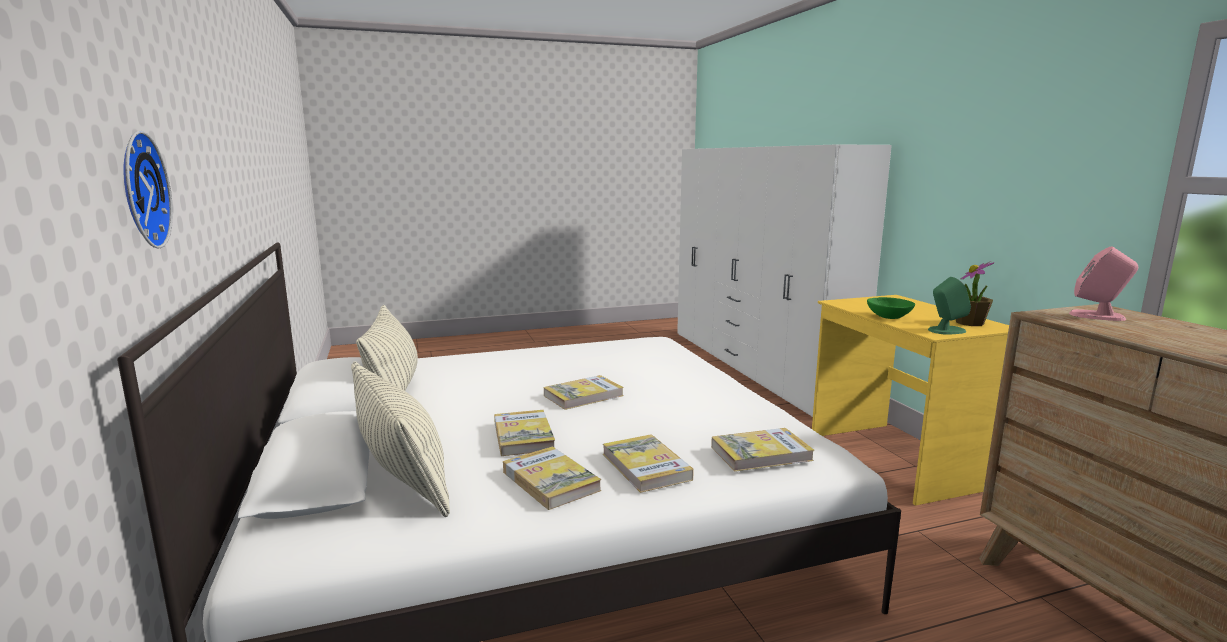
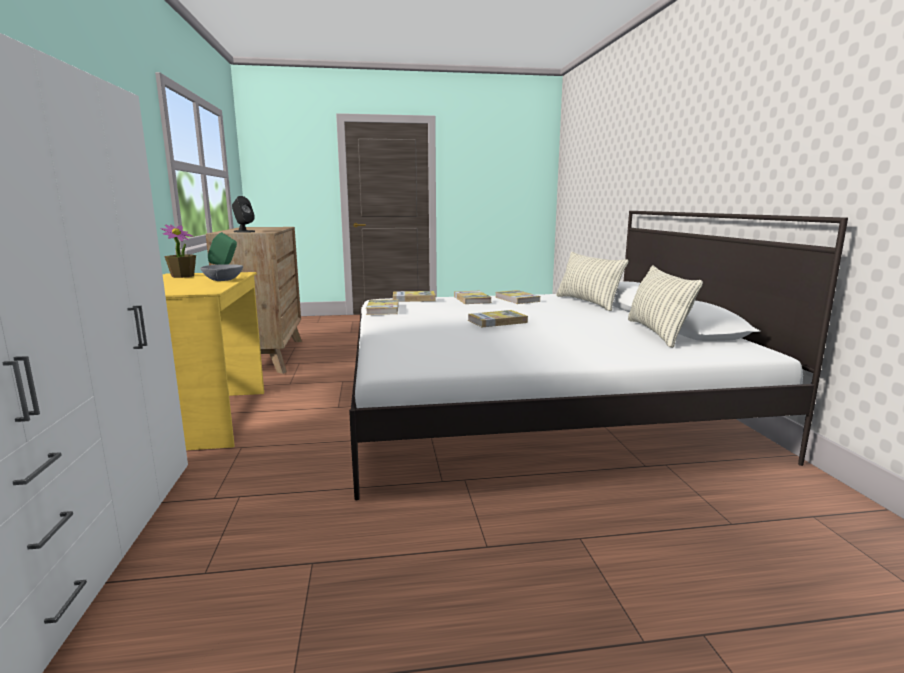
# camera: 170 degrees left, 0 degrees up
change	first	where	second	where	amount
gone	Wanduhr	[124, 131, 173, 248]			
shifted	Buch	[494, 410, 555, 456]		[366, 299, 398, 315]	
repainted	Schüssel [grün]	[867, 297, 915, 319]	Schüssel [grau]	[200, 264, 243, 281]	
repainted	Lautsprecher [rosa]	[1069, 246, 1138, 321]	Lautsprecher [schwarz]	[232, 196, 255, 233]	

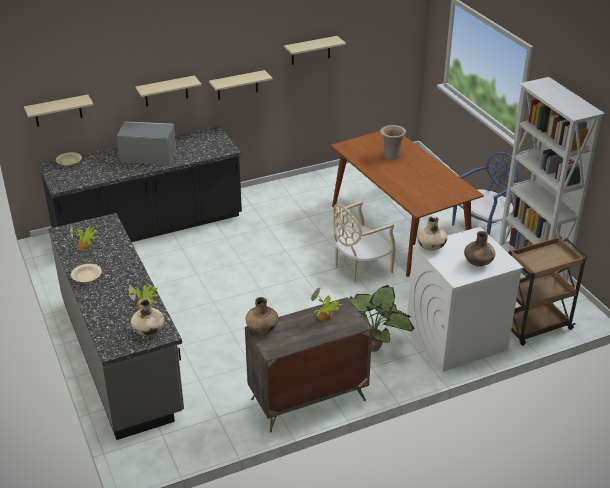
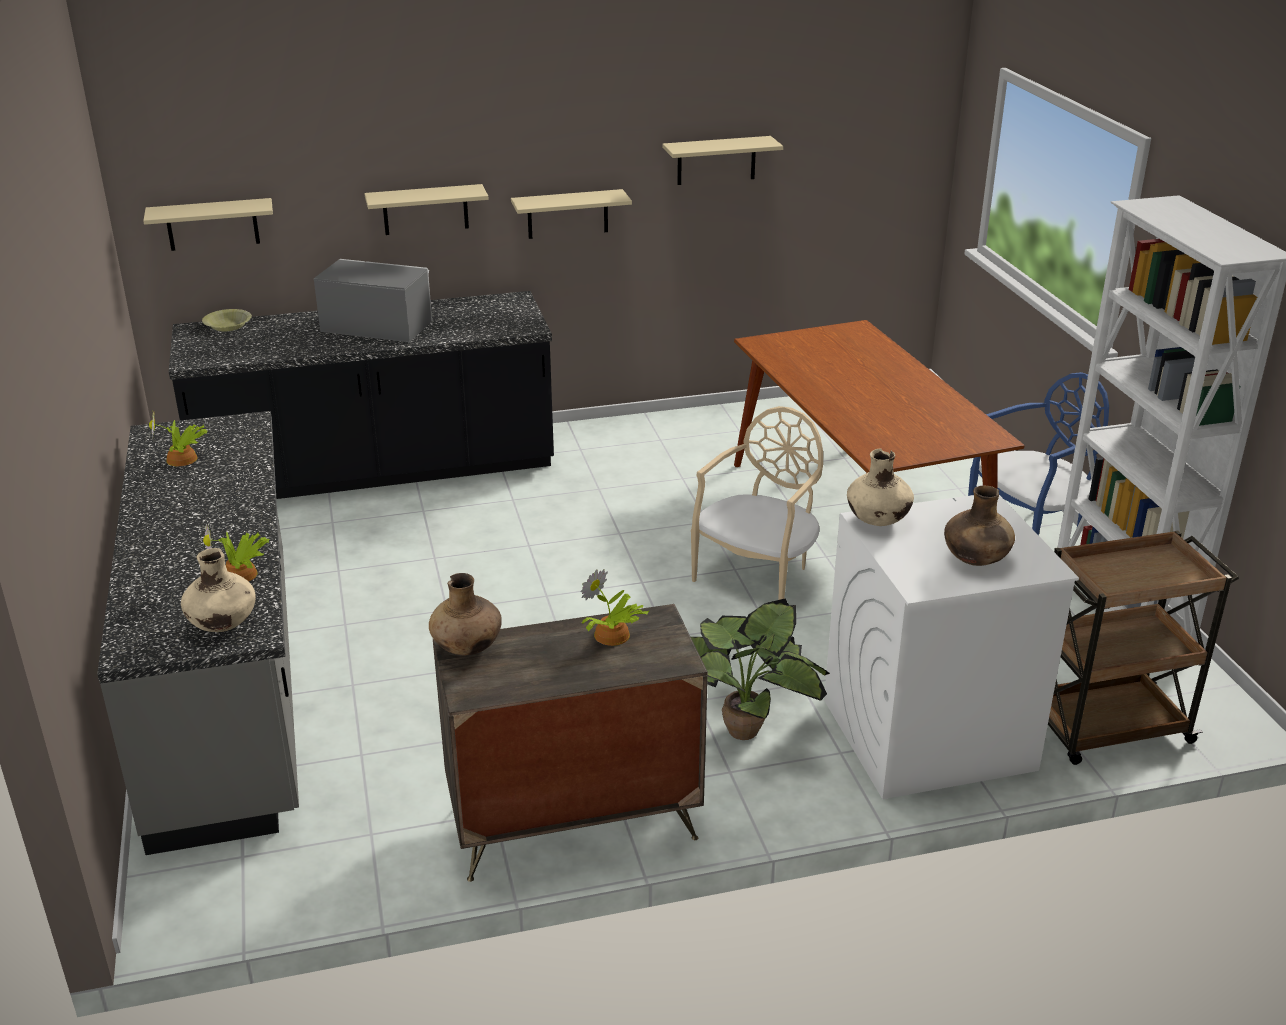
# camera: 10 degrees right, 5 degrees down
change	first	where	second	where	amount
gone	Schüssel [beige]	[71, 264, 102, 283]			
gone	Vase [beige]	[380, 125, 406, 160]			
rotated	Stuhl [beige]	[333, 201, 396, 283]		[691, 406, 823, 600]	150 degrees clockwise

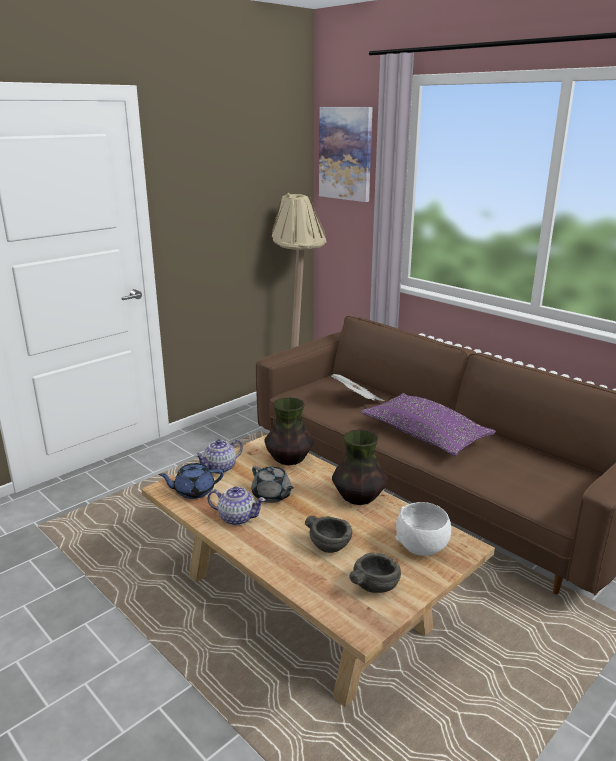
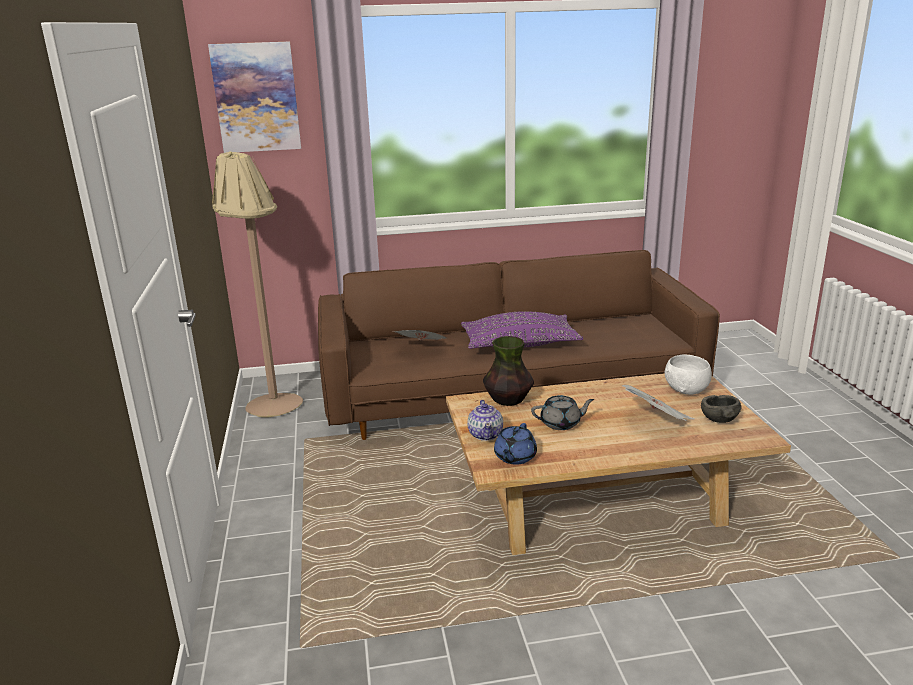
# camera: 55 degrees left, 0 degrees up
change	first	where	second	where	amount
gone	Teekanne	[207, 487, 266, 525]			
gone	Vase	[332, 429, 387, 505]			
swapped	Schüssel [grau]	[305, 516, 352, 553]	Zeitung	[622, 385, 694, 421]	

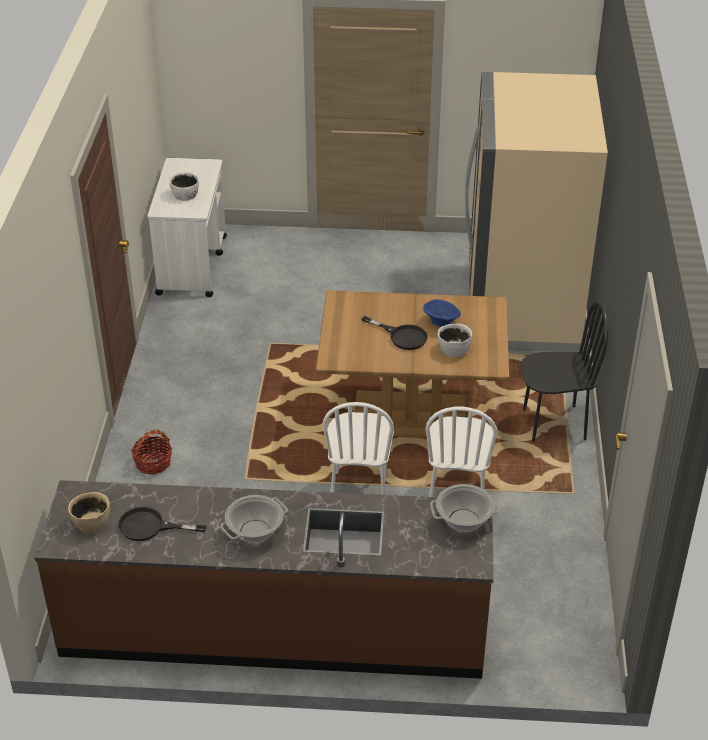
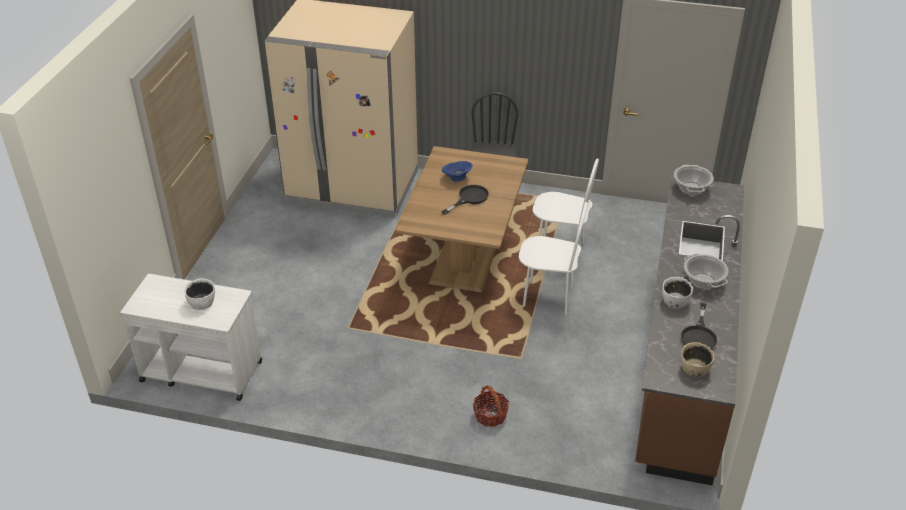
# camera: 80 degrees left, 0 degrees up
change	first	where	second	where	amount
shifted	Schüssel [weiß]	[438, 324, 472, 357]		[662, 277, 693, 309]	

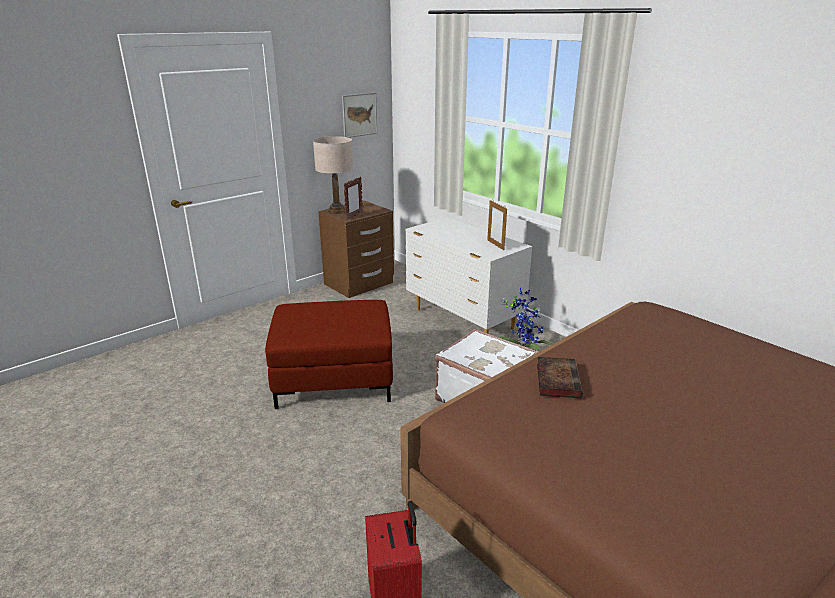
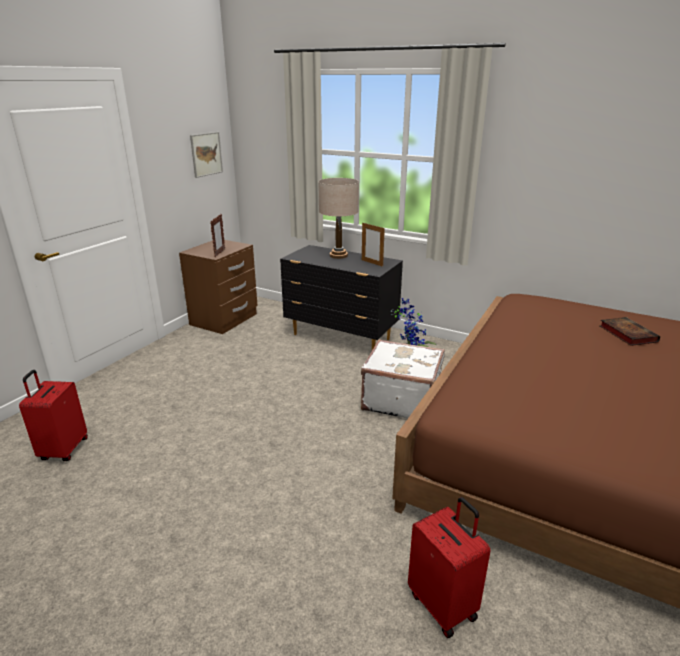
# camera: 20 degrees left, 0 degrees up
change	first	where	second	where	amount
gone	Polsterhocker [rot]	[265, 300, 393, 409]			
new			Koffer [rot]	[19, 370, 88, 461]	
shifted	Tischlampe [beige]	[313, 136, 353, 214]		[318, 178, 359, 259]	
shifted	Buch	[537, 357, 583, 398]		[600, 317, 660, 346]	
repainted	Kommode [weiß]	[406, 217, 532, 333]	Kommode [schwarz]	[280, 245, 403, 350]	

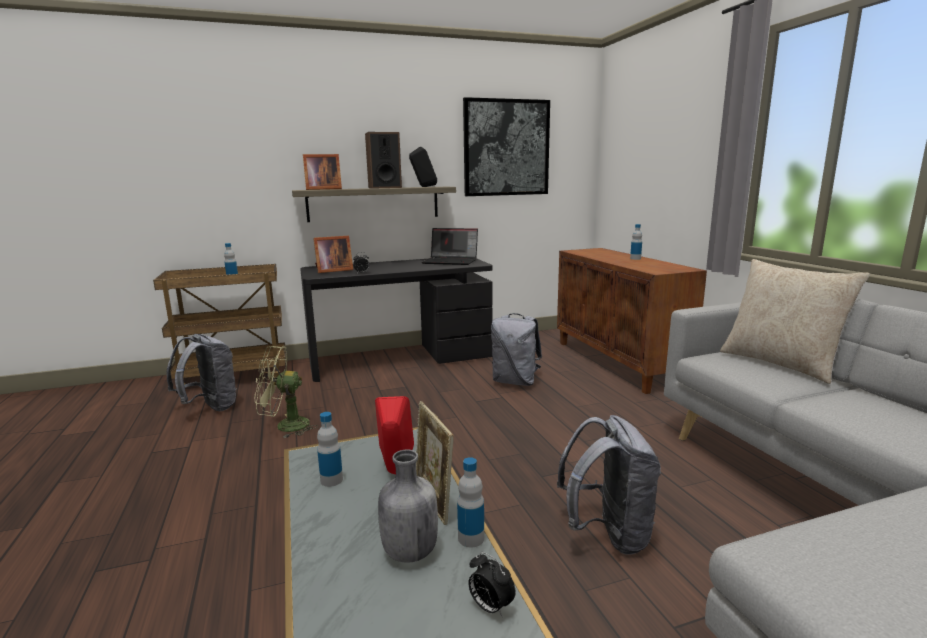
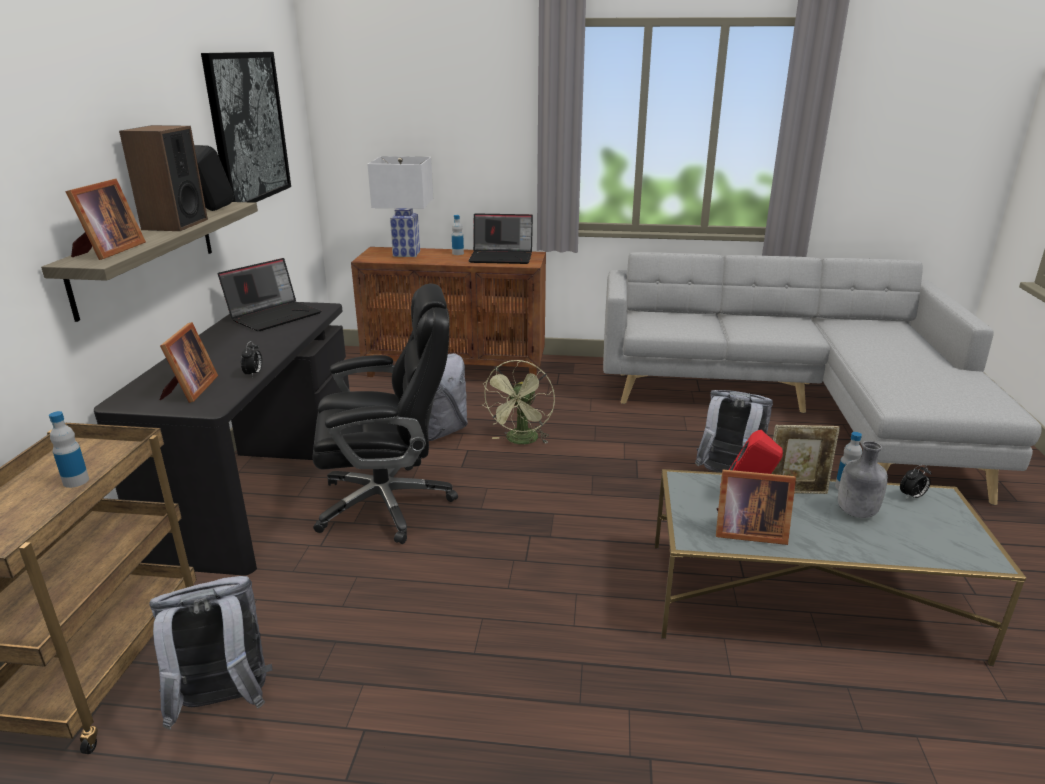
# camera: 65 degrees left, 10 degrees up
change	first	where	second	where	amount
gone	Kissen [beige]	[720, 259, 870, 384]			
new			Bürostuhl [schwarz]	[312, 284, 458, 544]	
new			Tischlampe [weiß]	[367, 156, 433, 257]	
new			Laptop	[468, 213, 533, 264]	
shifted	Ventilator [grün]	[255, 346, 318, 438]		[483, 360, 555, 444]	
swapped	Flasche	[317, 412, 343, 487]	Bilderrahmen	[716, 469, 796, 545]	

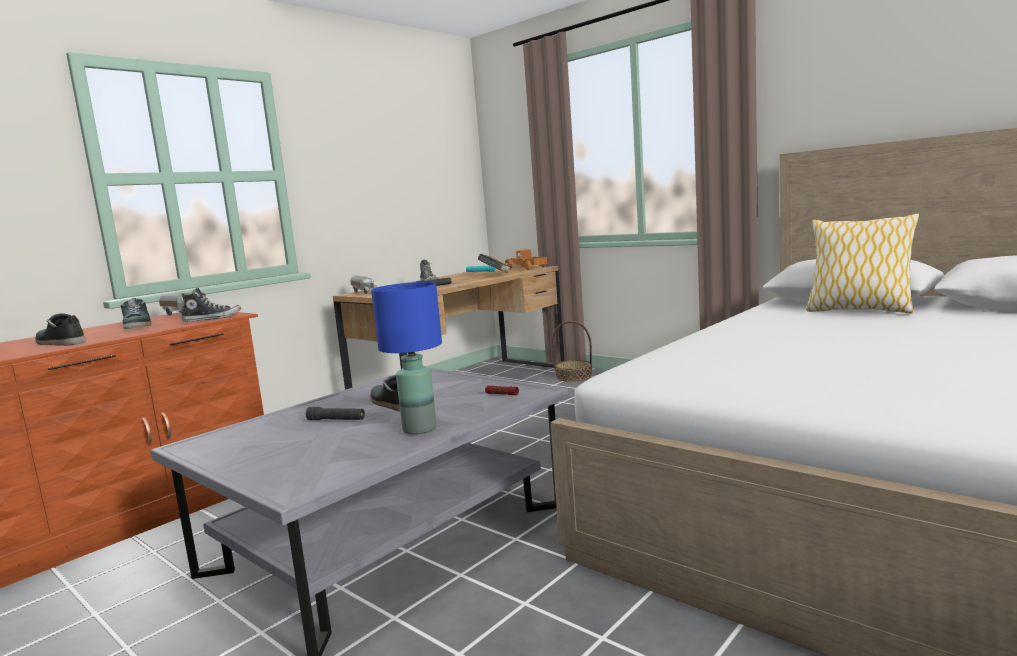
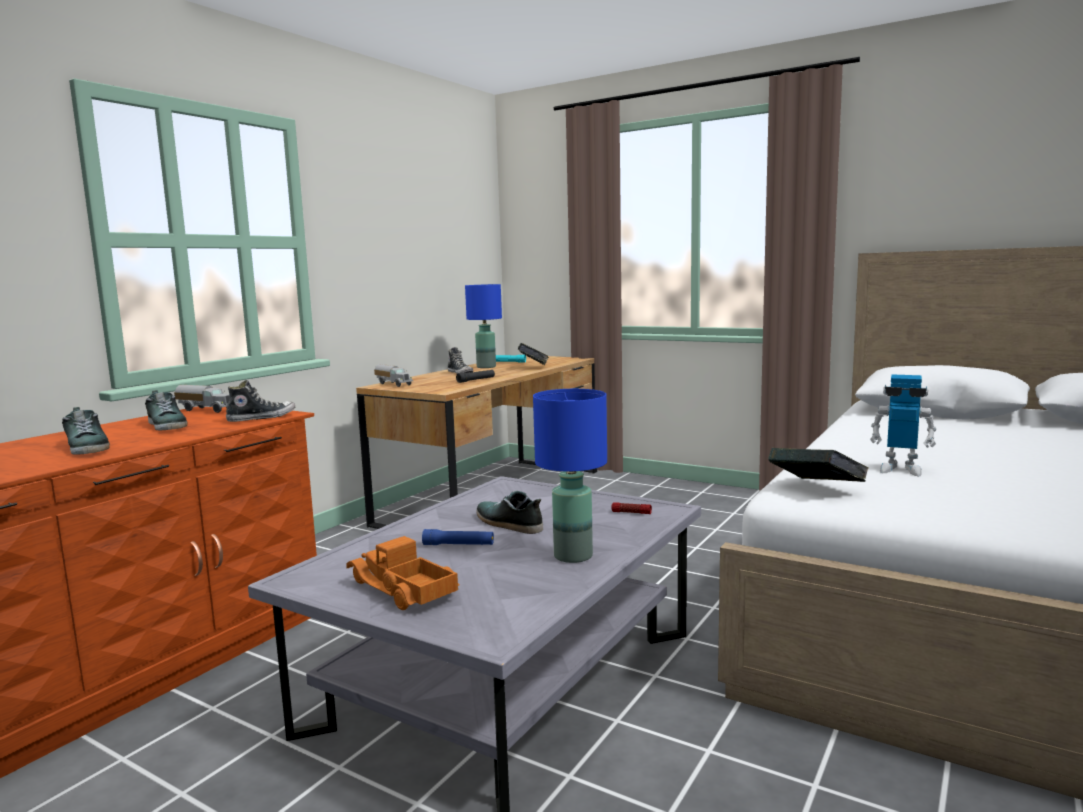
# camera: 10 degrees left, 0 degrees up
change	first	where	second	where	amount
gone	Korb	[552, 321, 592, 382]			
gone	Kissen	[806, 214, 919, 314]			
new			Tischlampe [blau]	[465, 284, 502, 368]	
new			Buch	[768, 448, 869, 482]	
new			Spielzeugroboter	[870, 374, 937, 476]	
shifted	Spielzeuglaster	[505, 249, 547, 270]		[346, 536, 460, 610]	
repainted	Taschenlampe [schwarz]	[306, 407, 365, 420]	Taschenlampe [blau]	[422, 529, 494, 545]	
rotated	Schuh	[35, 313, 86, 346]		[62, 407, 110, 455]	150 degrees counterclockwise

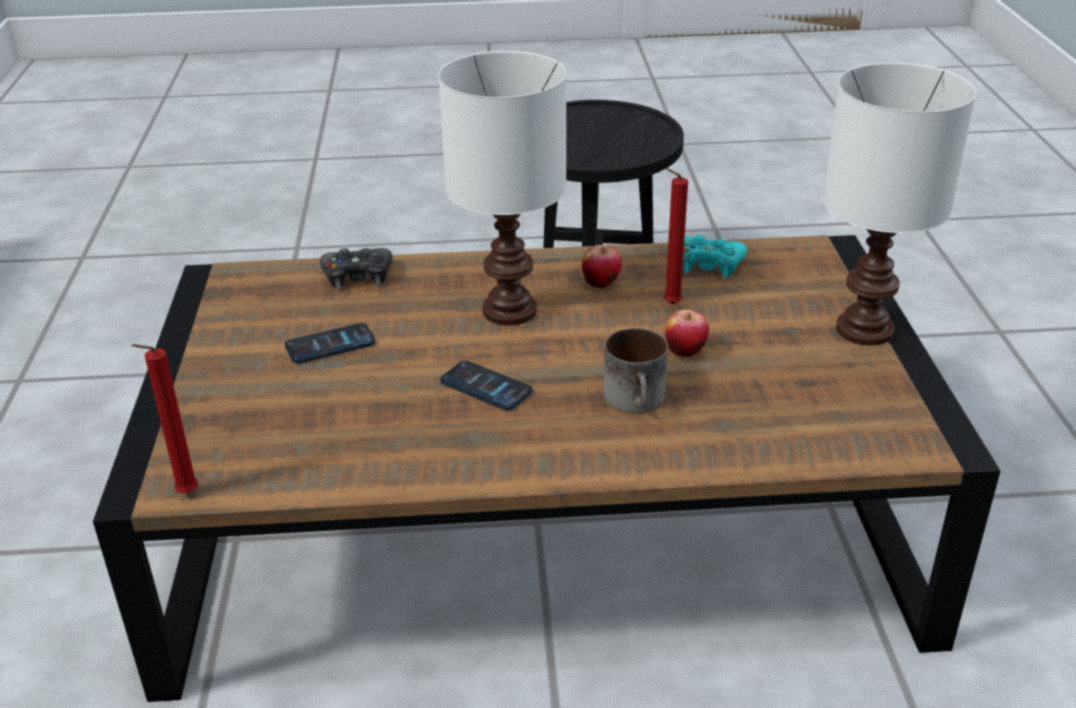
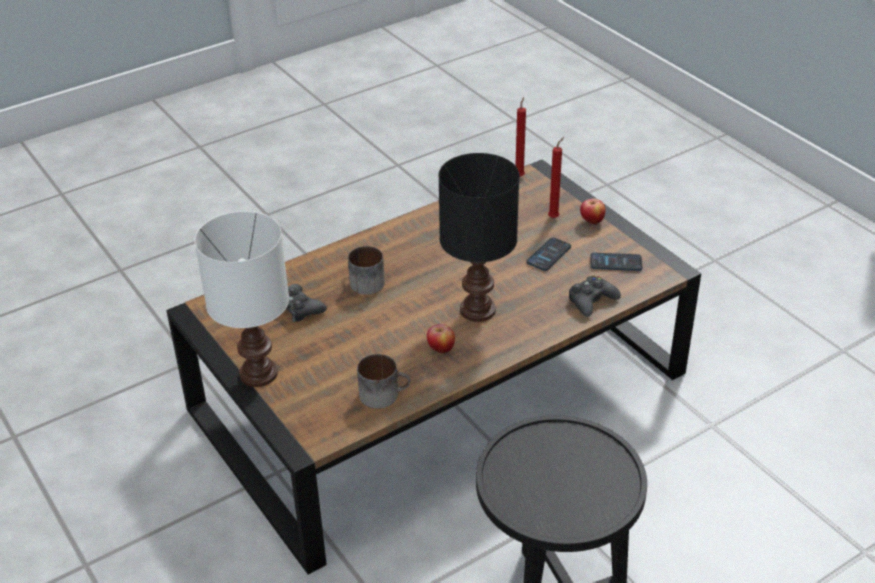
# camera: 150 degrees right, 5 degrees up
change	first	where	second	where	amount
new			Gamepad [schwarz]	[286, 284, 327, 322]	
shifted	Handy	[440, 361, 533, 410]		[590, 253, 642, 271]	
shifted	Kerze [rot]	[664, 168, 688, 304]		[548, 137, 564, 218]	
shifted	Apfel	[665, 309, 709, 358]		[580, 198, 605, 225]	
swapped	Gamepad [türkis]	[682, 235, 747, 278]	Henkelbecher	[357, 354, 411, 409]	
repainted	Tischlampe [weiß]	[438, 51, 567, 325]	Tischlampe [schwarz]	[438, 153, 520, 322]	

